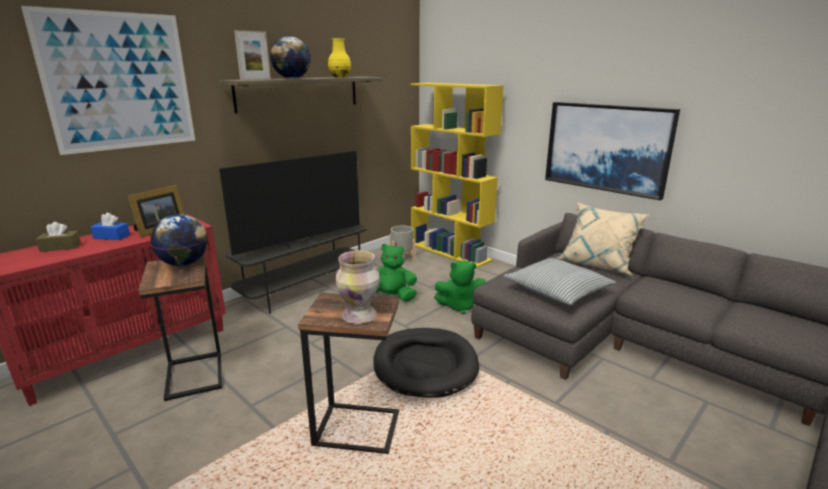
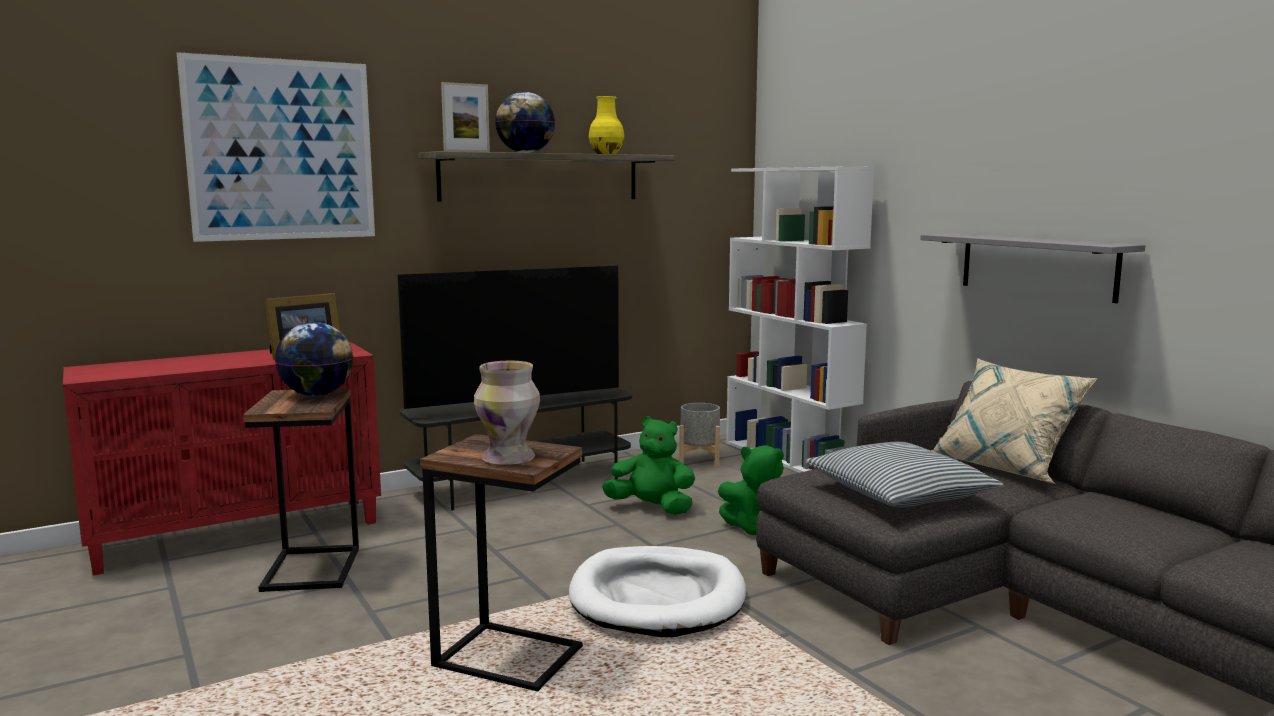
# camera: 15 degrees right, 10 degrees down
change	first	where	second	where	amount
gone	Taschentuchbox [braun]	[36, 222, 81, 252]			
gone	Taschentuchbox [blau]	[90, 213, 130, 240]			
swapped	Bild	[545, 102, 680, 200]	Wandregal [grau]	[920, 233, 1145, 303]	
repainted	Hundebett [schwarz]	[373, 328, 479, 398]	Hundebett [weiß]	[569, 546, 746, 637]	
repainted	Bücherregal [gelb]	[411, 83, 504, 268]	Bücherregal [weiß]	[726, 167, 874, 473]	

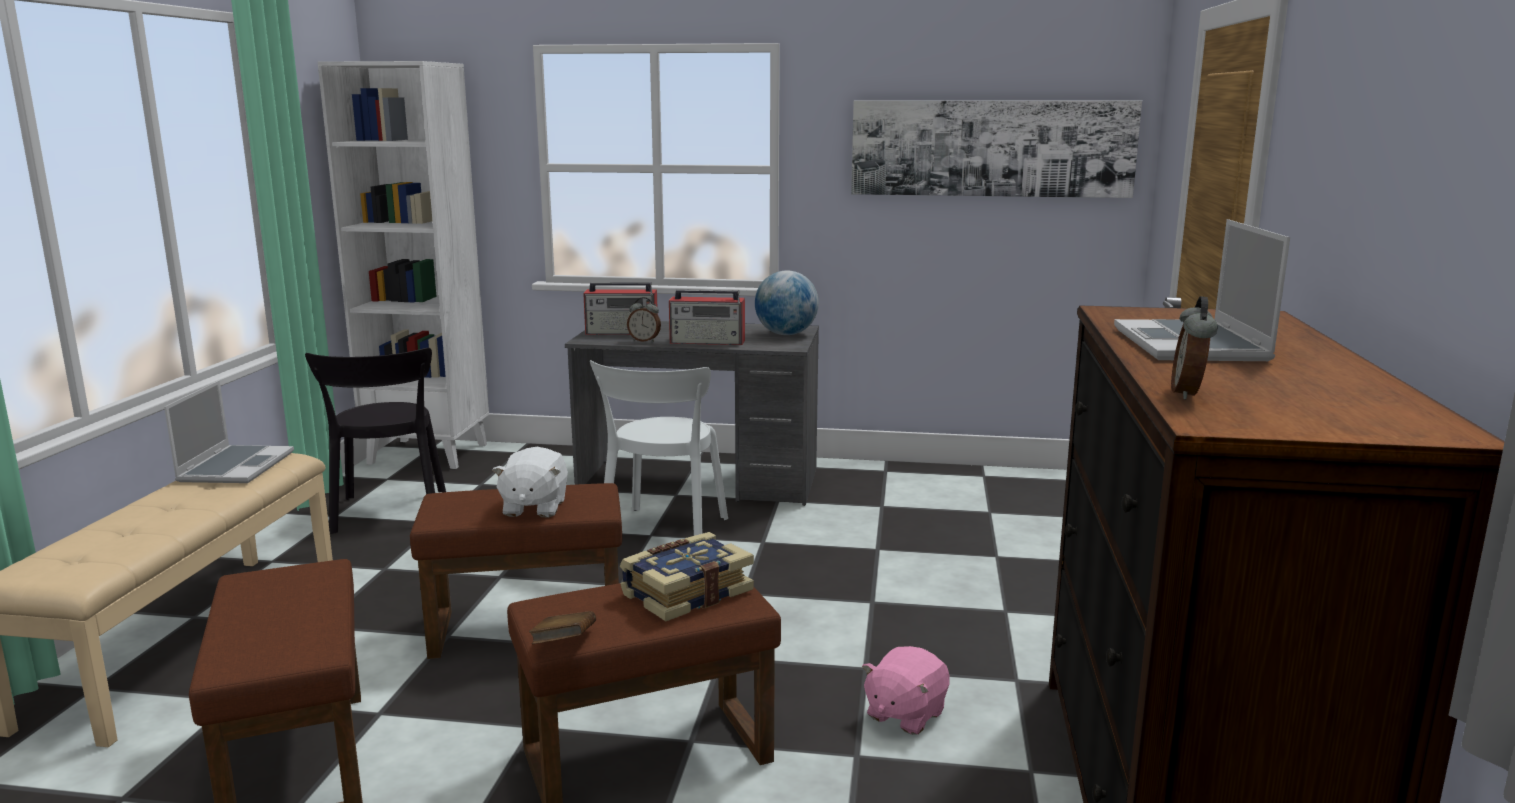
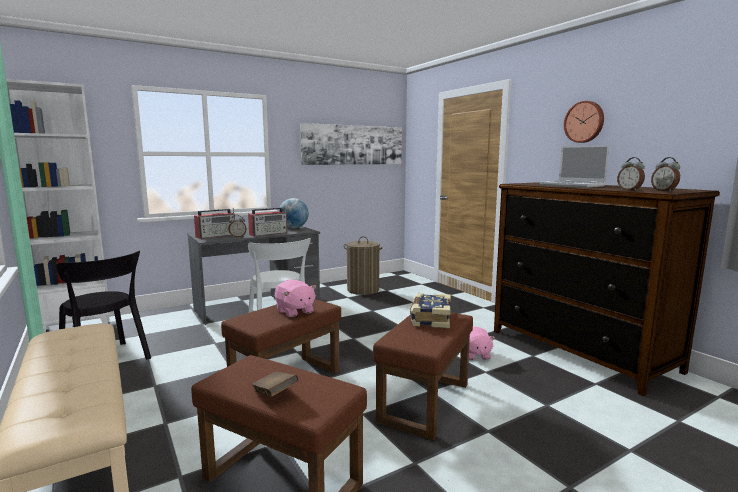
# camera: 40 degrees left, 5 degrees down
change	first	where	second	where	amount
gone	Laptop	[164, 380, 294, 483]			
new			Wäschekorb	[344, 236, 382, 295]	
new			Wanduhr	[564, 101, 604, 143]	
new			Wecker	[651, 157, 680, 192]	
shifted	Buch [braun]	[529, 611, 596, 644]		[252, 371, 298, 397]	
repainted	Plüschtier [weiß]	[492, 447, 568, 517]	Plüschtier [rosa]	[275, 280, 316, 317]	

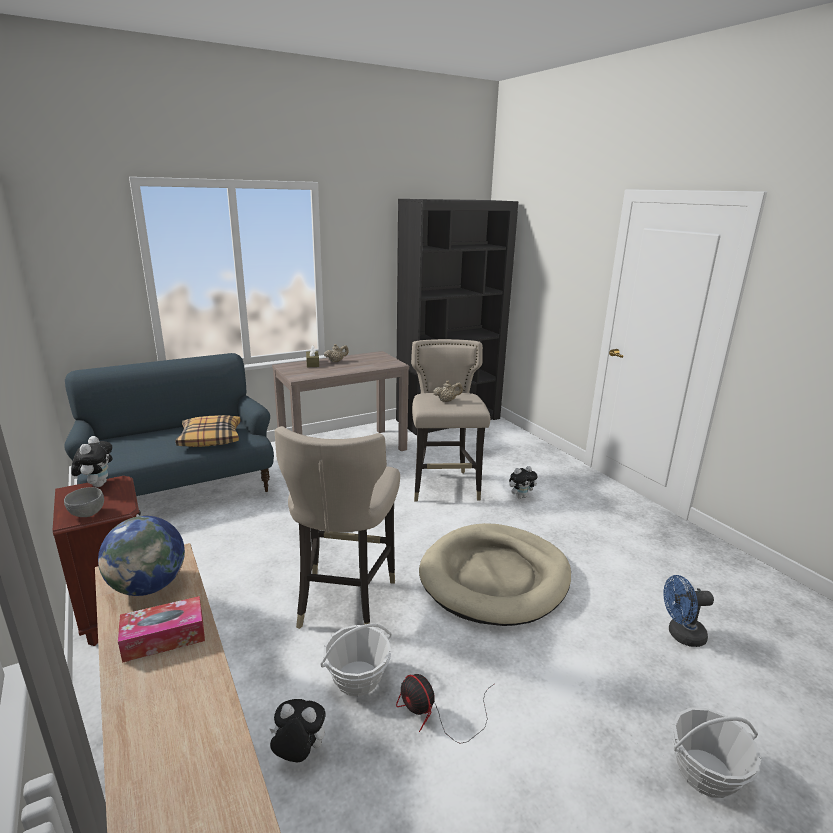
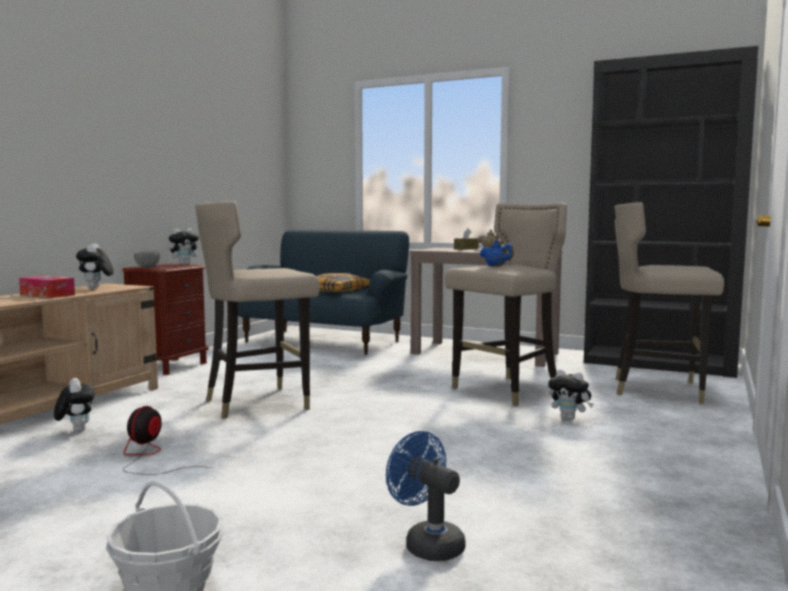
# camera: 55 degrees right, 15 degrees down
change	first	where	second	where	amount
gone	Korb	[320, 623, 392, 696]			
gone	Hundebett [beige]	[419, 523, 571, 626]			
new			Hocker [beige]	[615, 202, 724, 404]	
swapped	Globus	[98, 516, 185, 596]	Plüschtier	[76, 243, 114, 289]	
repainted	Teekanne [beige]	[433, 381, 463, 402]	Teekanne [blau]	[480, 240, 514, 266]	

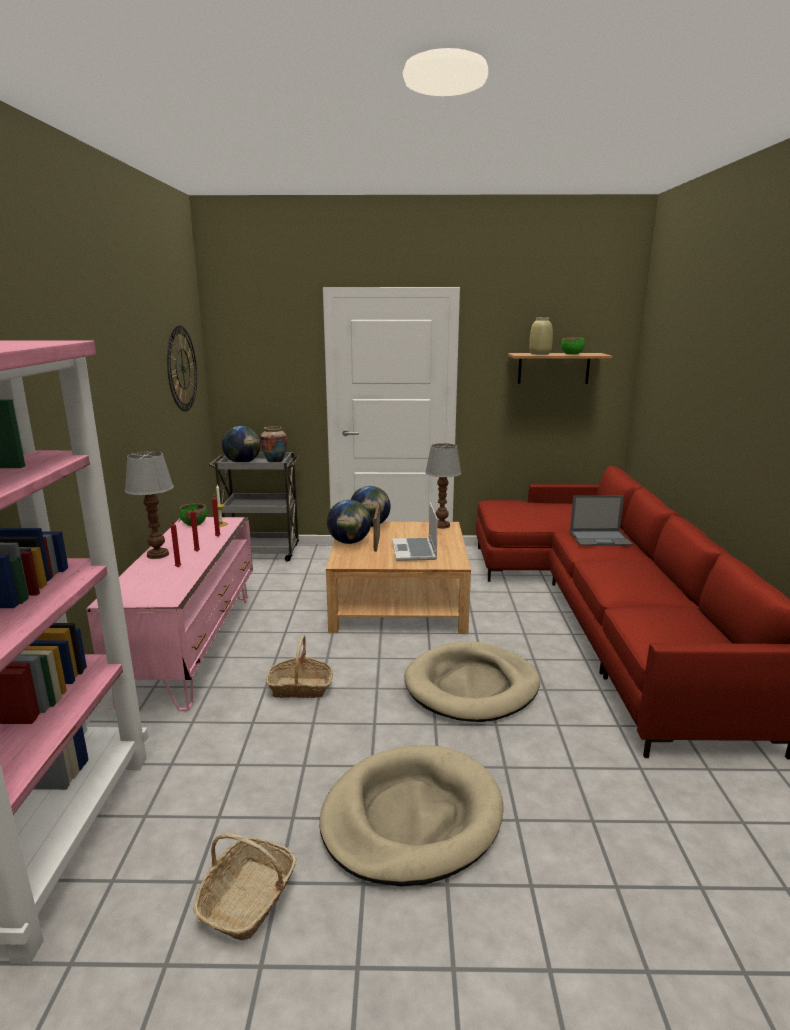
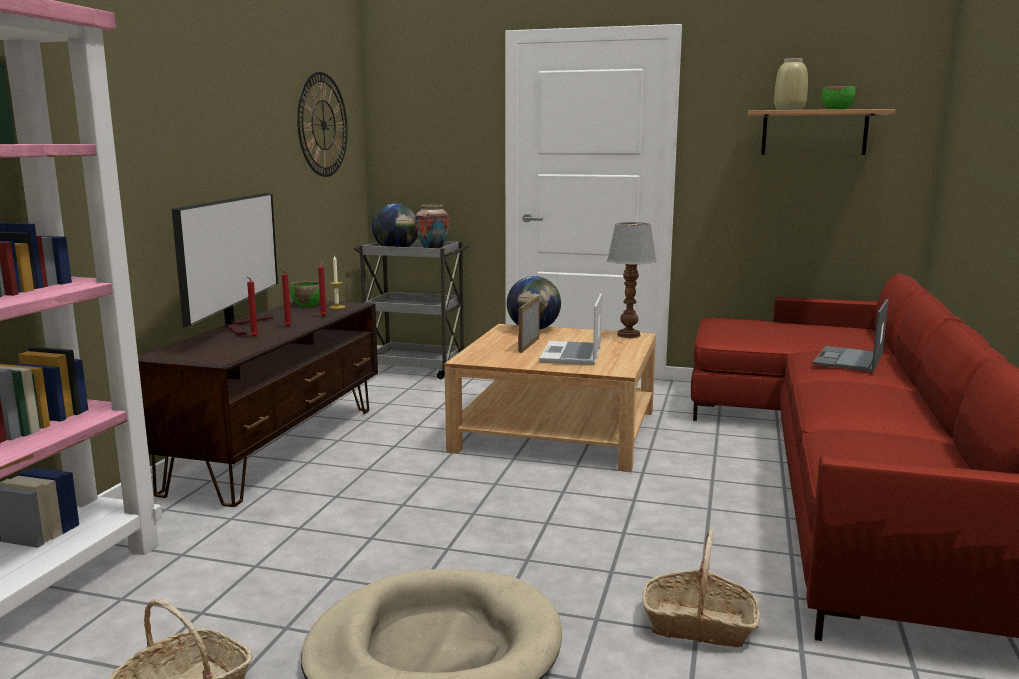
# camera: 15 degrees right, 5 degrees down
change	first	where	second	where	amount
gone	Globus	[327, 500, 371, 544]			
gone	Hundebett [beige]	[404, 641, 540, 722]			
shifted	Korb	[266, 635, 333, 698]		[643, 530, 761, 648]	
swapped	Tischlampe	[125, 451, 174, 559]	Fernseher	[172, 193, 278, 336]	
repainted	Fernsehschrank [rosa]	[86, 517, 253, 711]	Fernsehschrank [braun]	[138, 301, 378, 507]	
rotated	Laptop	[570, 496, 633, 546]		[812, 299, 889, 372]	105 degrees clockwise

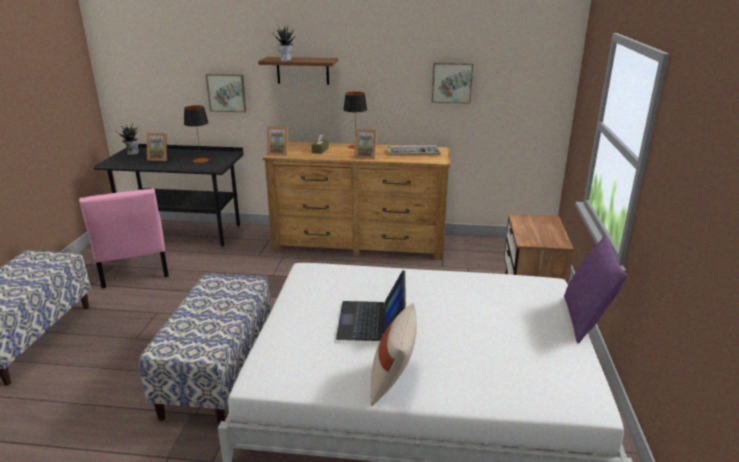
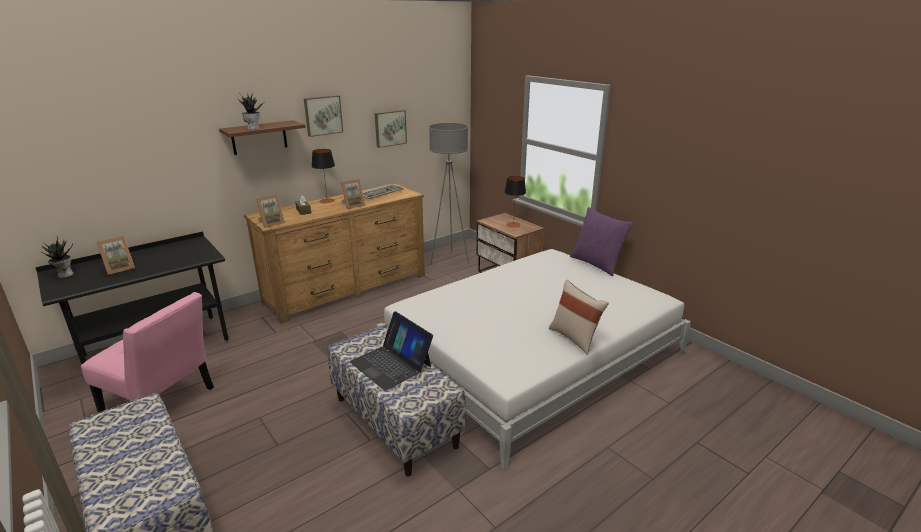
# camera: 45 degrees left, 0 degrees up
change	first	where	second	where	amount
new			Stehlampe [grau]	[429, 123, 469, 265]	
shifted	Tischlampe	[184, 105, 209, 163]		[504, 176, 526, 227]	
shifted	Bild	[206, 74, 247, 112]		[304, 95, 343, 137]	
shifted	Laptop	[336, 270, 406, 341]		[350, 311, 433, 391]	

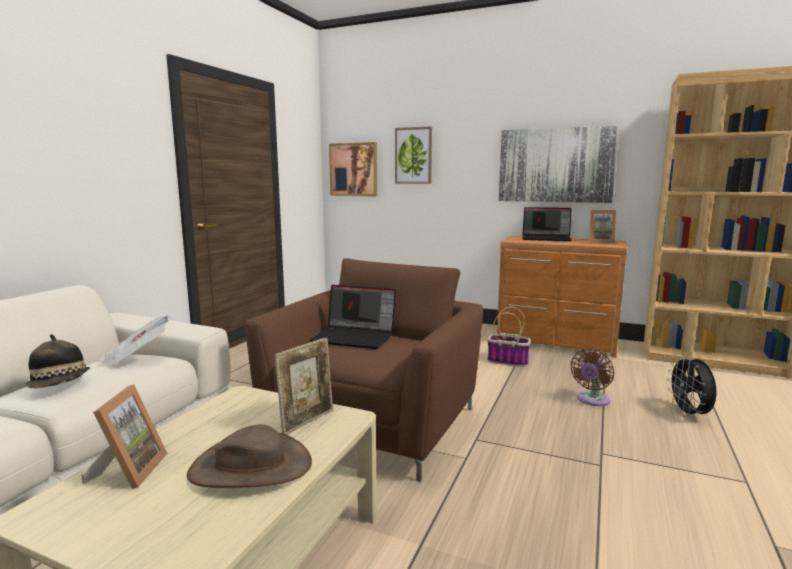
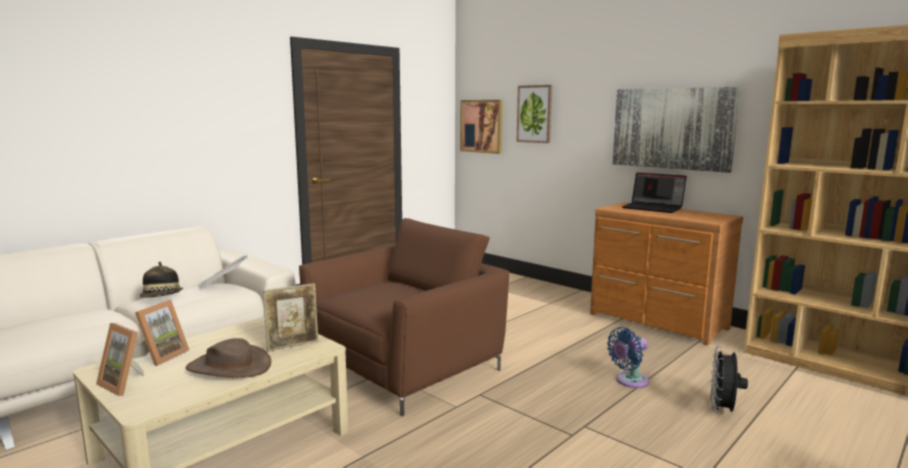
# camera: 20 degrees right, 0 degrees up
change	first	where	second	where	amount
gone	Laptop	[309, 285, 396, 349]			
gone	Korb	[487, 307, 531, 367]			
shifted	Bilderrahmen	[588, 210, 616, 243]		[96, 323, 144, 396]	
repainted	Ventilator [braun]	[570, 349, 614, 406]	Ventilator [blau]	[607, 327, 649, 388]	

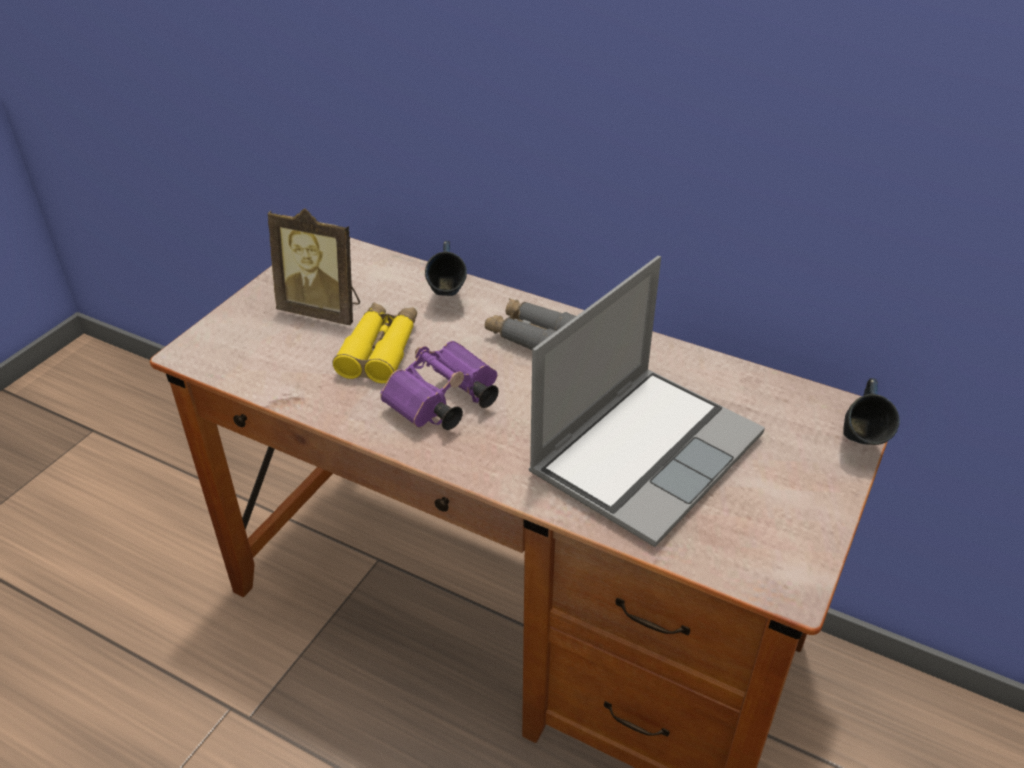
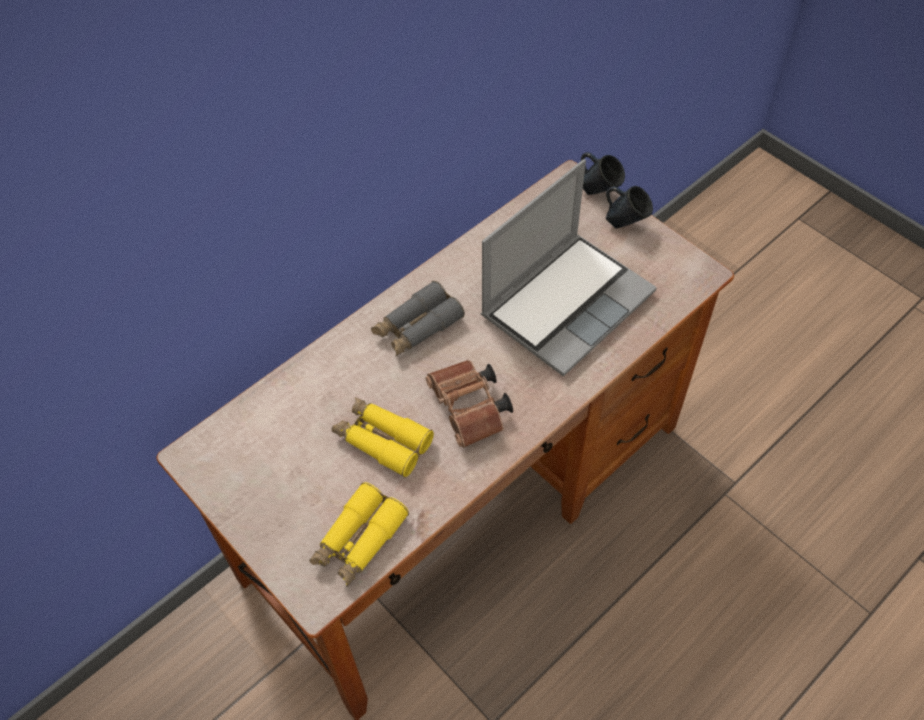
# camera: 70 degrees left, 15 degrees up
change	first	where	second	where	amount
gone	Bilderrahmen	[268, 208, 360, 325]			
new			Fernglas [gelb]	[309, 482, 409, 587]	
shifted	Henkelbecher [blau]	[425, 241, 467, 296]		[606, 186, 653, 228]	
repainted	Fernglas [lila]	[380, 341, 499, 430]	Fernglas [braun]	[426, 360, 513, 448]	
rotated	Laptop	[529, 256, 765, 547]		[481, 159, 657, 377]	75 degrees clockwise

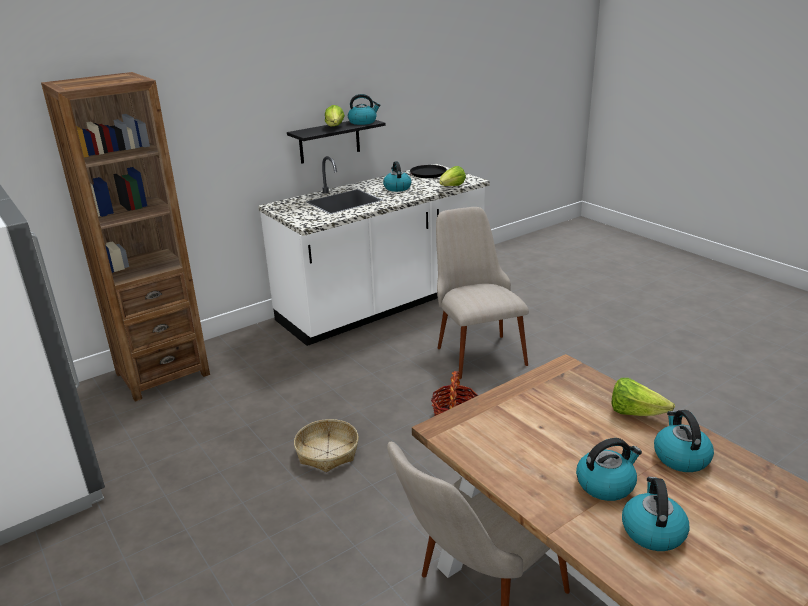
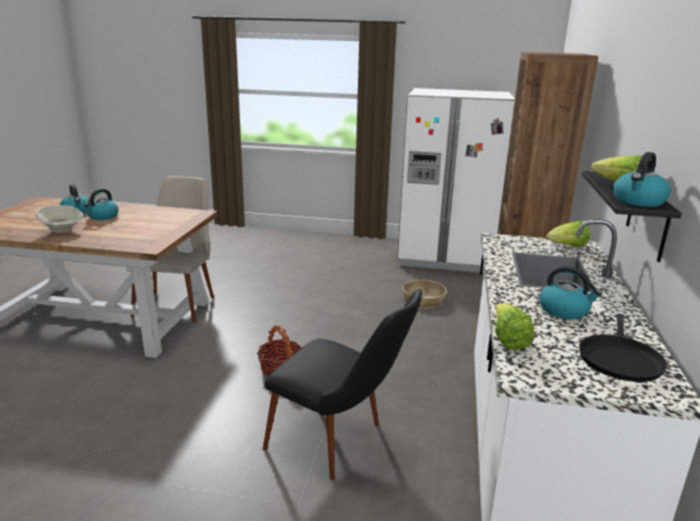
# camera: 135 degrees right, 5 degrees down
change	first	where	second	where	amount
shifted	Korb	[294, 419, 359, 472]		[403, 280, 447, 308]	
shifted	Salatkopf	[611, 378, 675, 416]		[546, 221, 590, 247]	
swapped	Wasserkessel	[654, 410, 714, 472]	Schüssel [beige]	[35, 205, 83, 233]	
repainted	Stuhl [beige]	[436, 207, 529, 379]	Stuhl [schwarz]	[263, 289, 422, 481]	

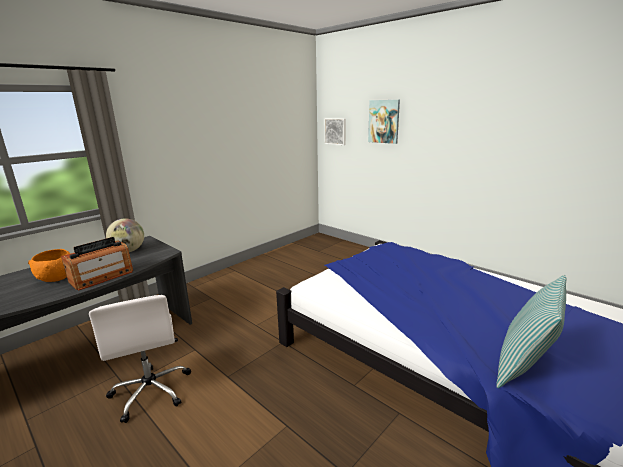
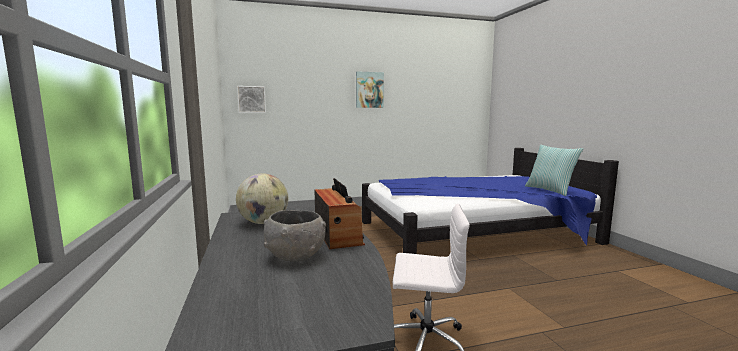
# camera: 60 degrees left, 10 degrees down
change	first	where	second	where	amount
shifted	Bild	[368, 100, 400, 144]		[356, 71, 384, 108]	
repainted	Schüssel [orange]	[28, 249, 71, 282]	Schüssel [grau]	[264, 210, 326, 261]	

